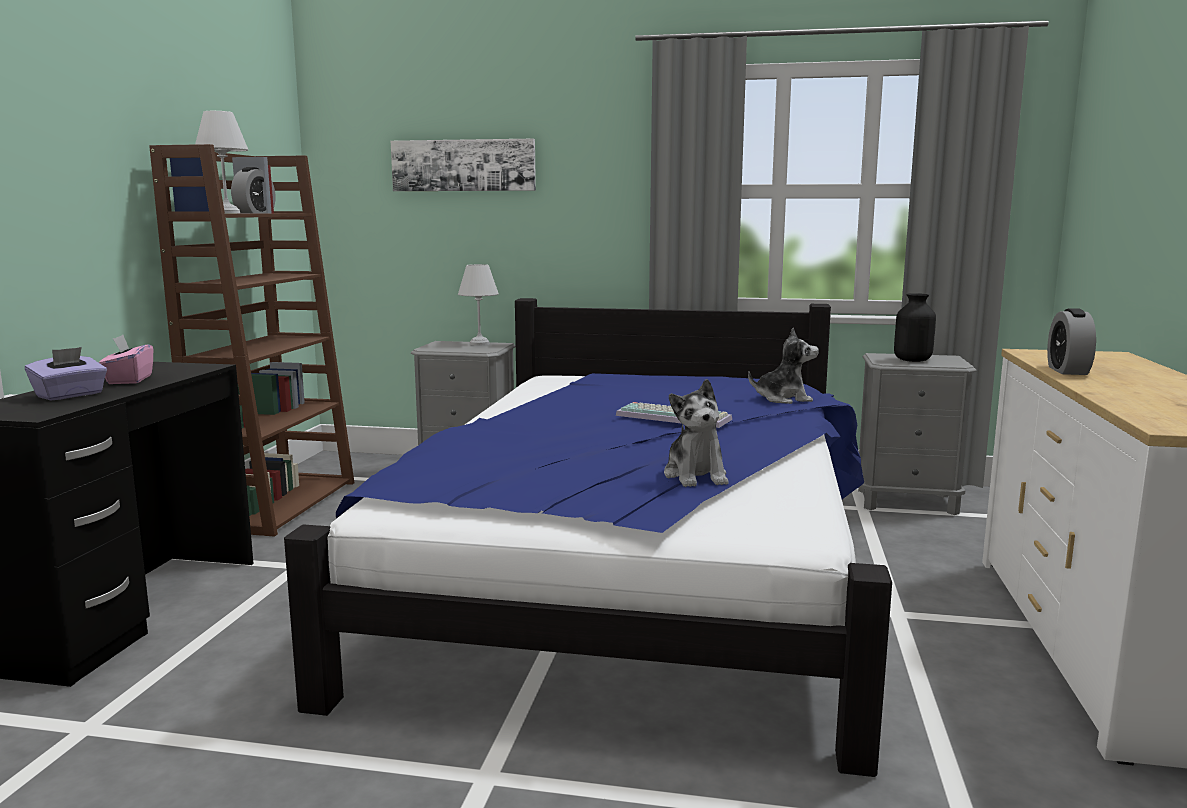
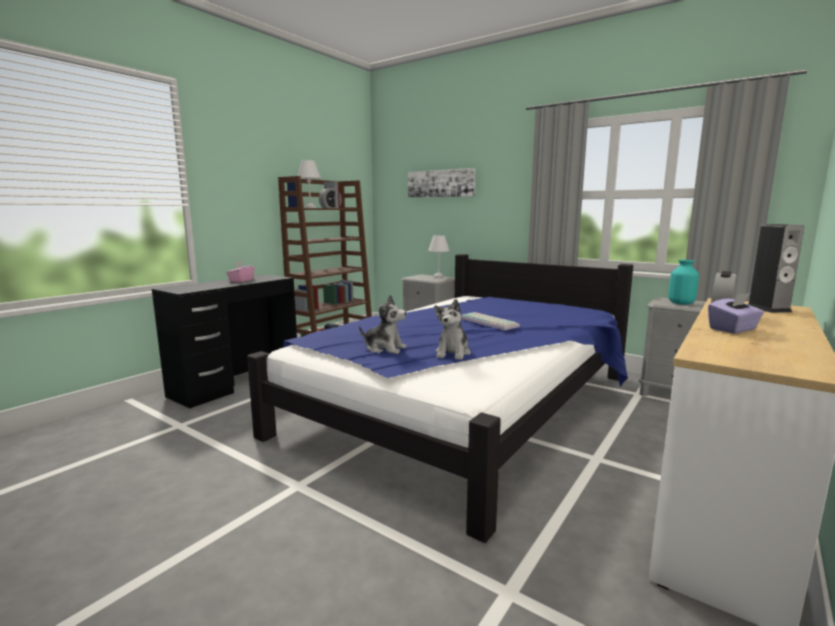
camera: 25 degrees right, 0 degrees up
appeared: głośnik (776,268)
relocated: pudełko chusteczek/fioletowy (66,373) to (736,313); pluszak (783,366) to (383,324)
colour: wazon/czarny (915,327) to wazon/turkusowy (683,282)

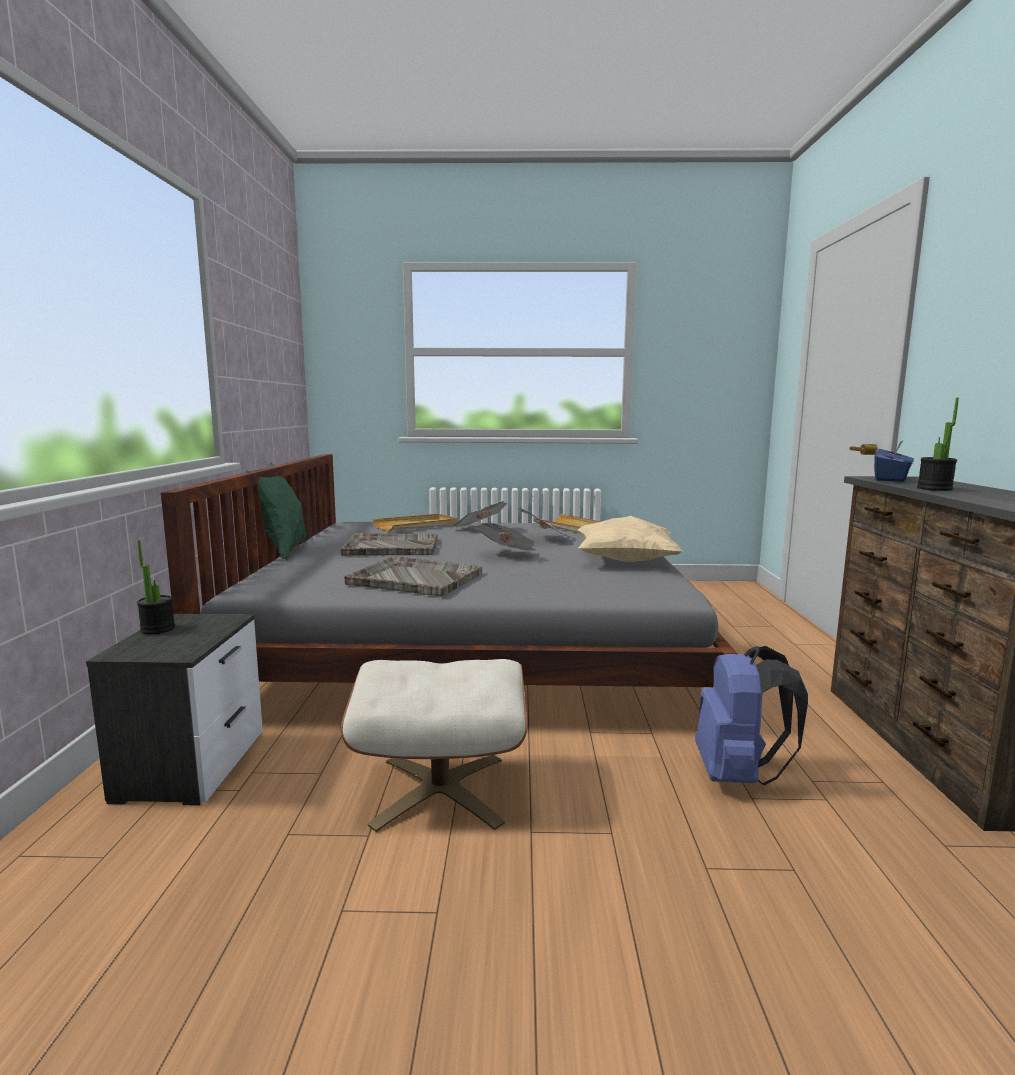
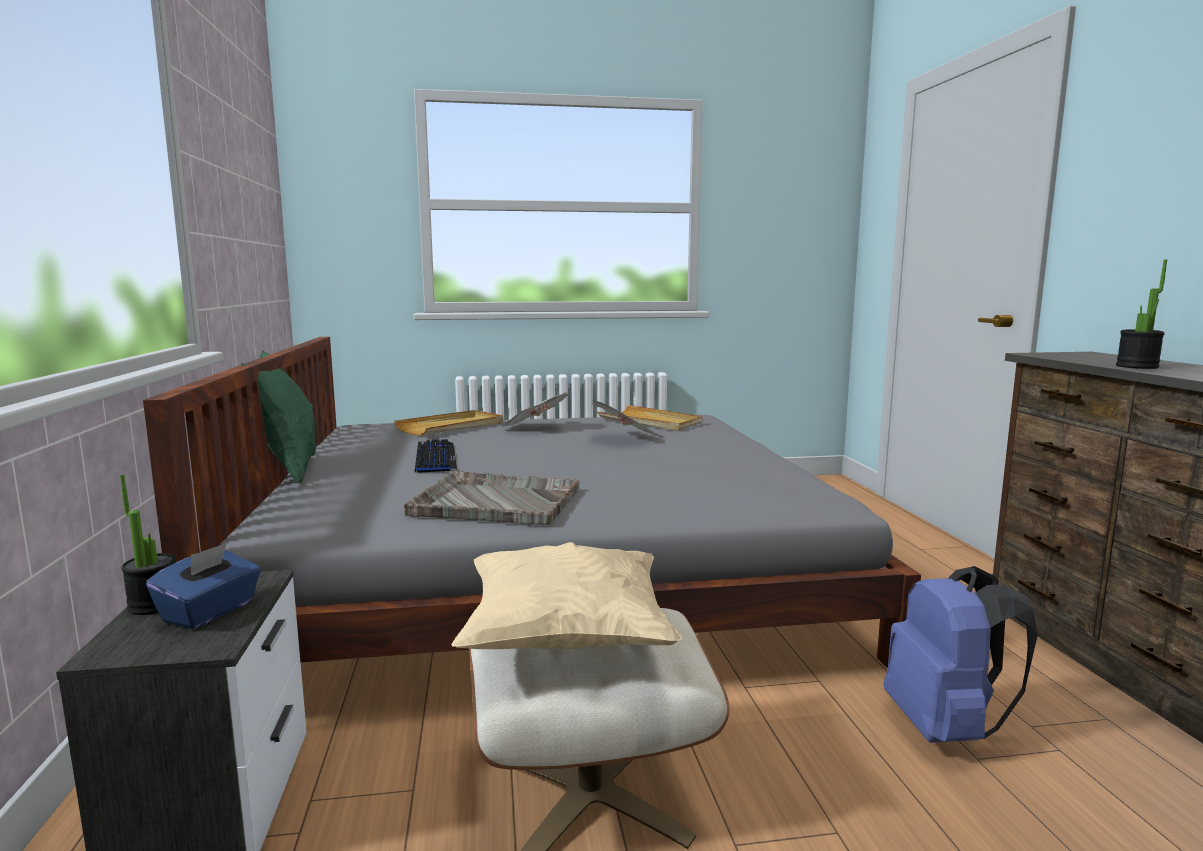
camera: 10 degrees left, 0 degrees up
missing: gazeta (505,537)
relocated: poduszka/beżowy (630,539) to (566,595); pudełko chusteczek/niebieski (894,461) to (203,586)
exchanged: taca/szary (389,544) to klawiatura (436,456)

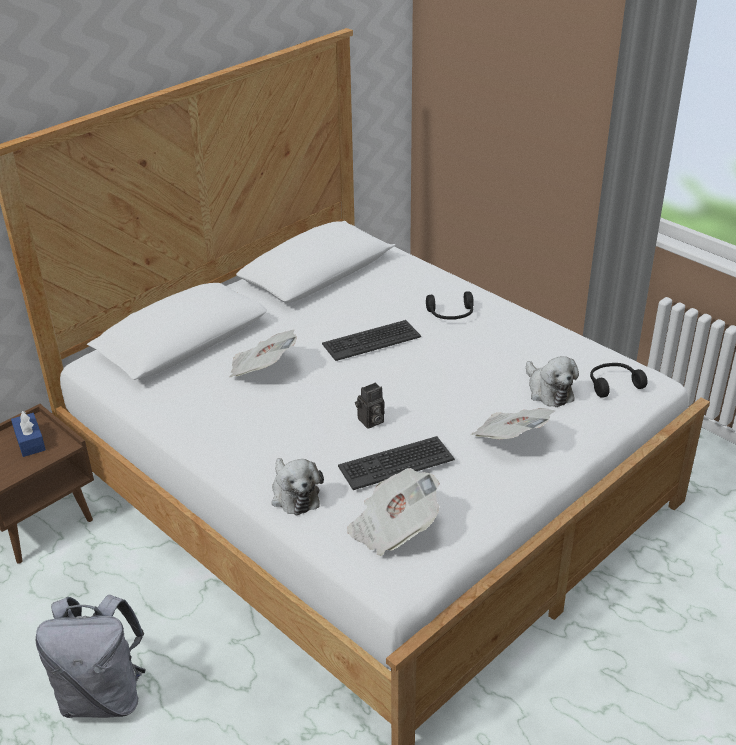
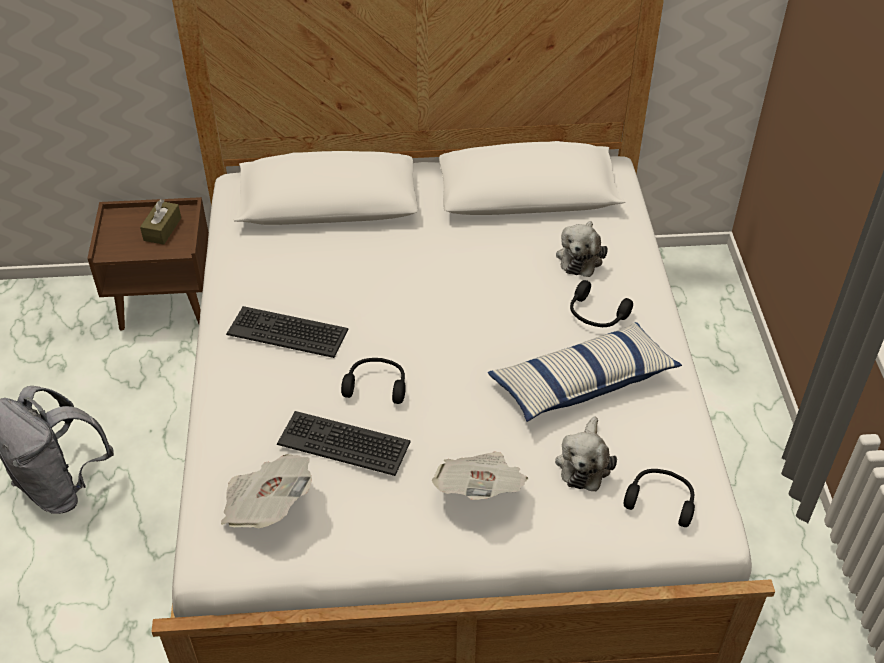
camera: 40 degrees right, 10 degrees up
missing: gazeta (263,354)
appeared: poduszka (585,372)
relocated: pluszak (298,486) to (582,249); klawiatura (371,340) to (287,332)
exchanged: aparat fotograficzny (369,405) to słuchawki/czarny (373,381)
colour: pudełko chusteczek/niebieski (28,434) to pudełko chusteczek/brązowy (160,222)

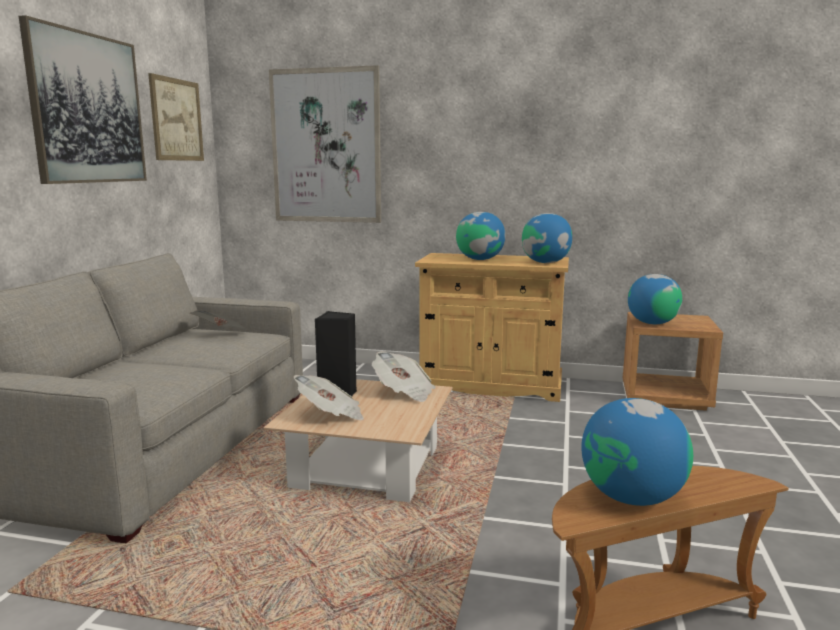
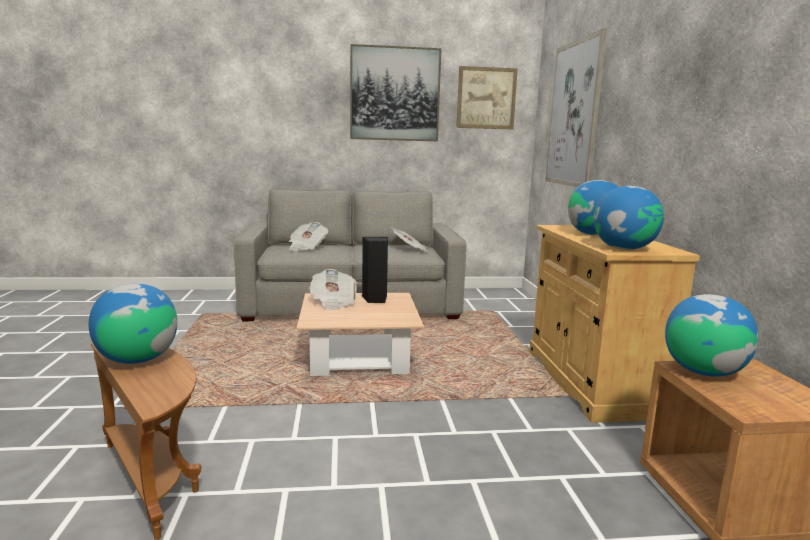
camera: 70 degrees right, 0 degrees up
relocated: gazeta (403,376) to (308,236)

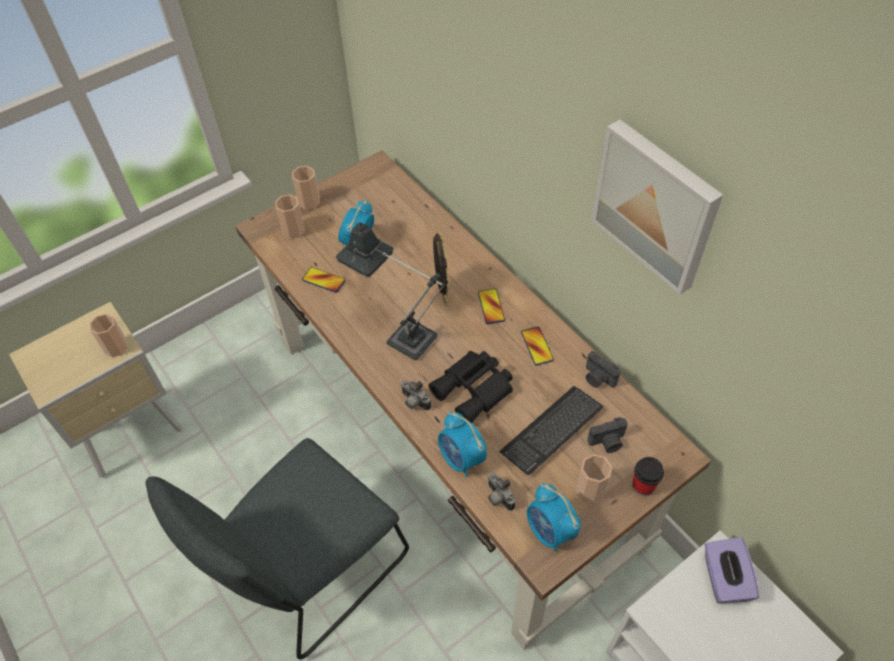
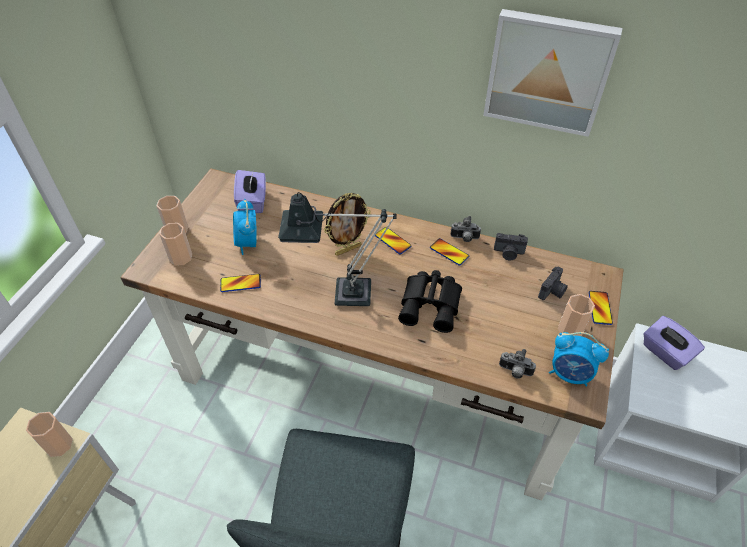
camera: 35 degrees left, 5 degrees down
missing: budzik (462,444); klawiatura (551,430)
appeared: pudełko chusteczek/fioletowy (250,191)
relocated: aparat fotograficzny (416,395) to (465,229)
exchanged: filiżanka (648,476) to telefon (601,308)
spun: ramka na zdjęcie (441,269) = (347,224) 105 degrees clockwise

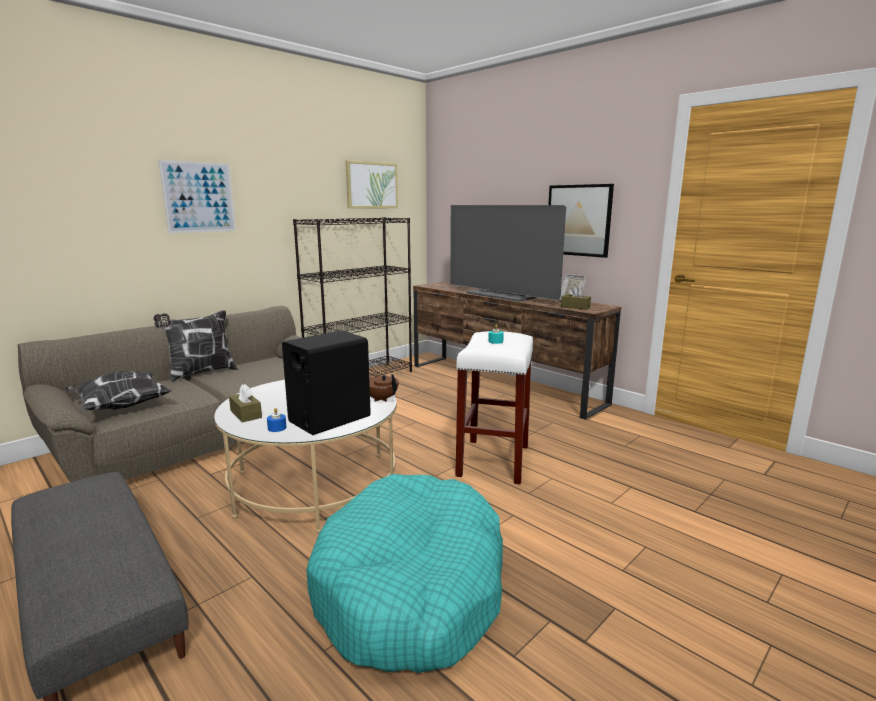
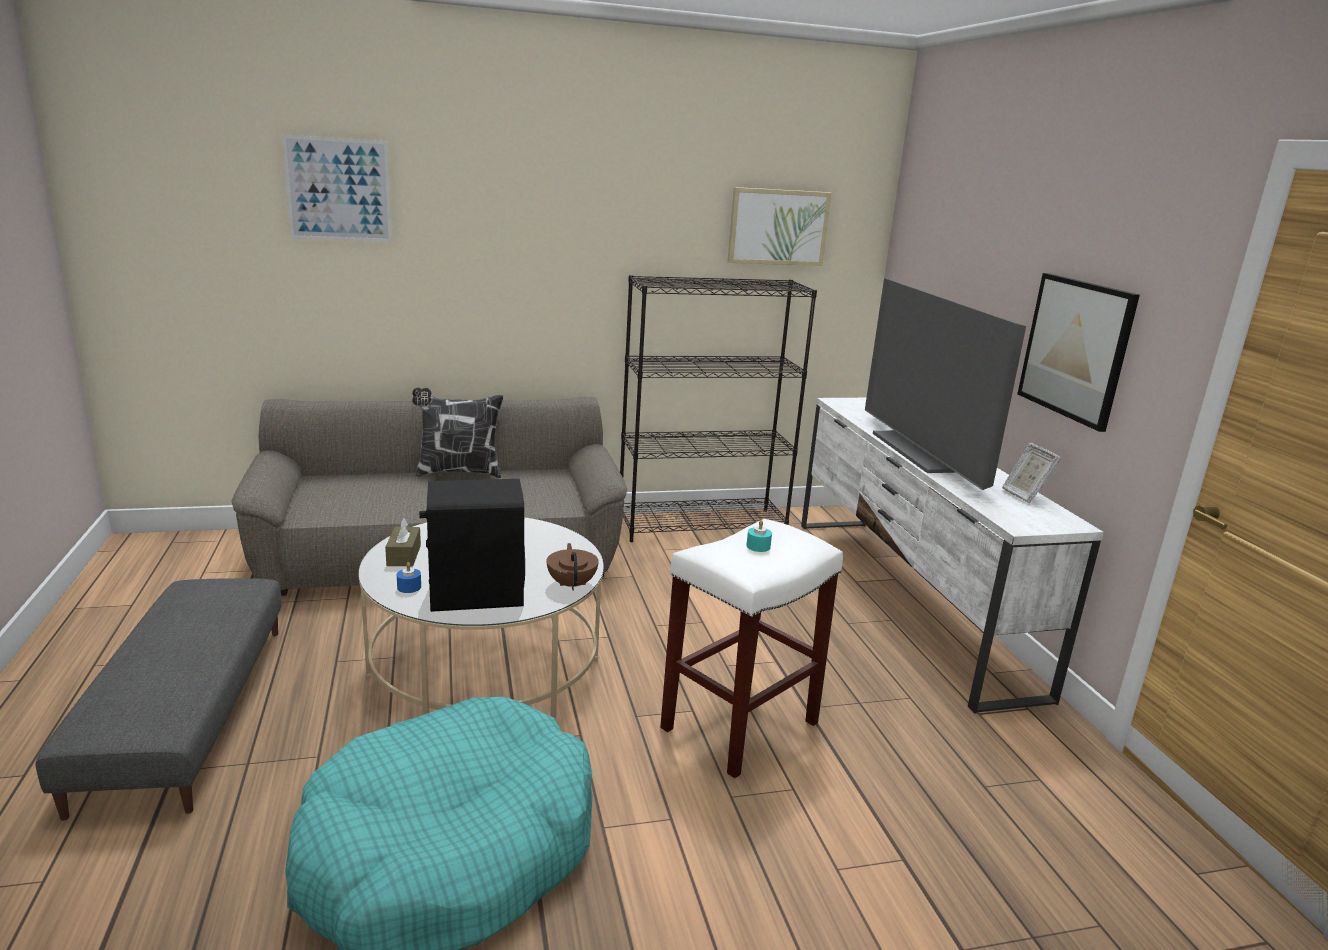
camera: 30 degrees right, 5 degrees up
missing: poduszka (118,390); pudełko chusteczek/brązowy (576,298)
relocated: obraz (197,196) to (337,188)
colour: szafka pod telewizor/brązowy (517,351) to szafka pod telewizor/biały (952,556)

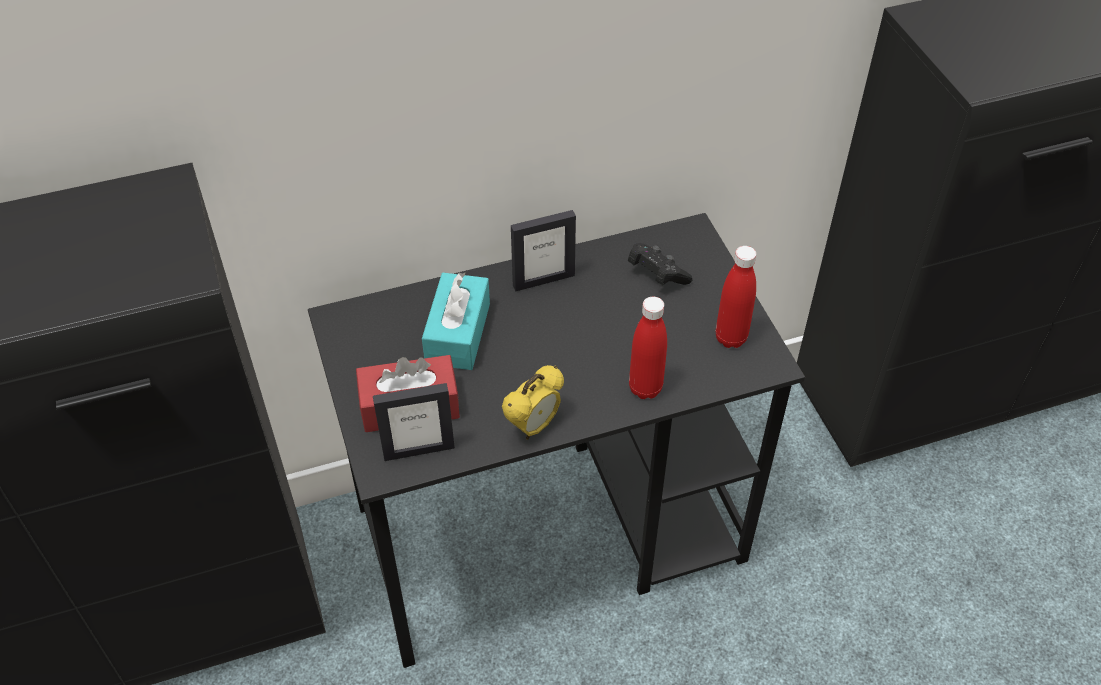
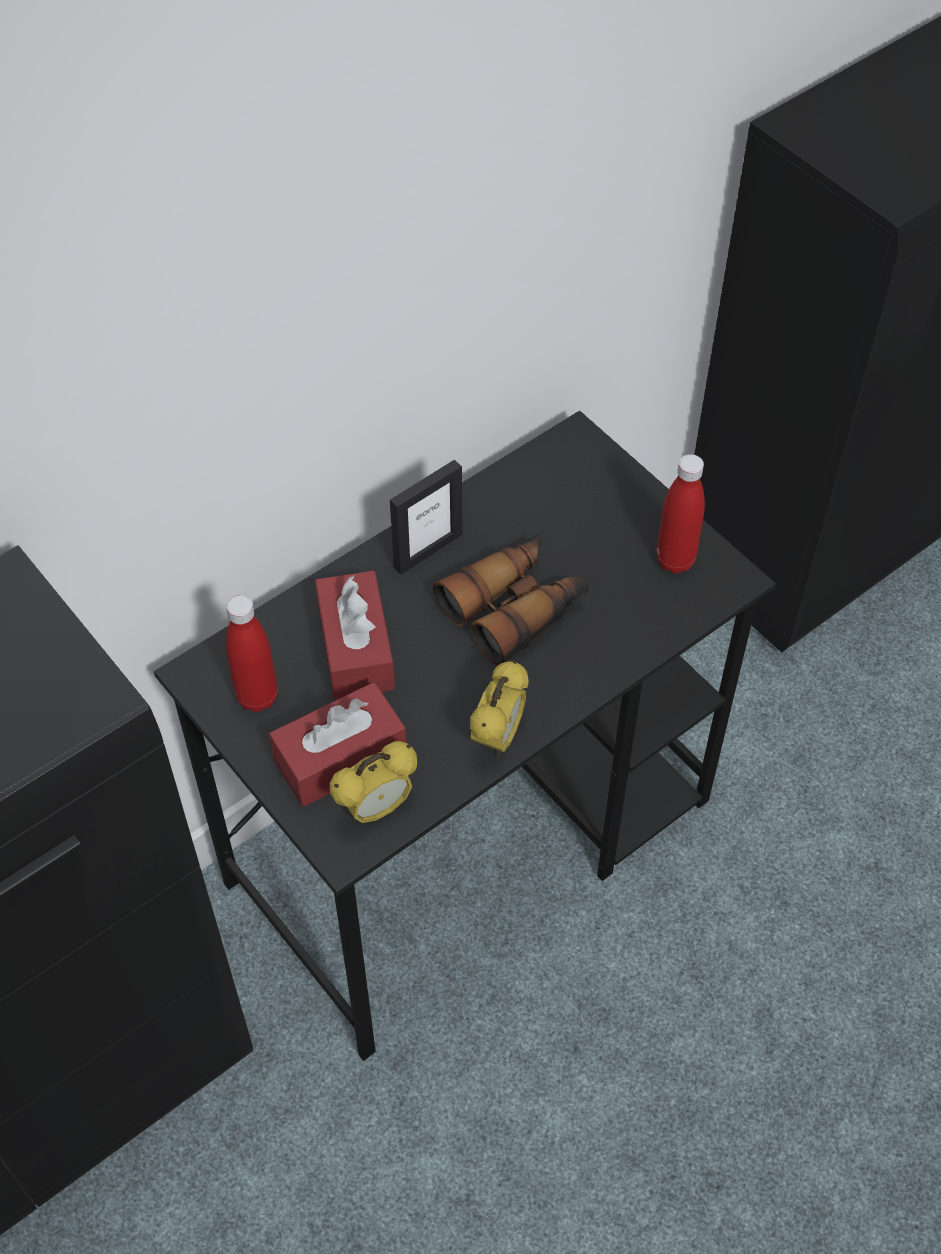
camera: 20 degrees left, 5 degrees up
missing: pad do gier/czarny (660,264)
appeared: lornetka (511,600)
relocated: butelka/czerwony (648,347) to (252,653)
exchanged: ramka na zdjęcie (414,422) to budzik (373,782)
colour: pudełko chusteczek/turkusowy (456,321) to pudełko chusteczek/czerwony (355,635)

